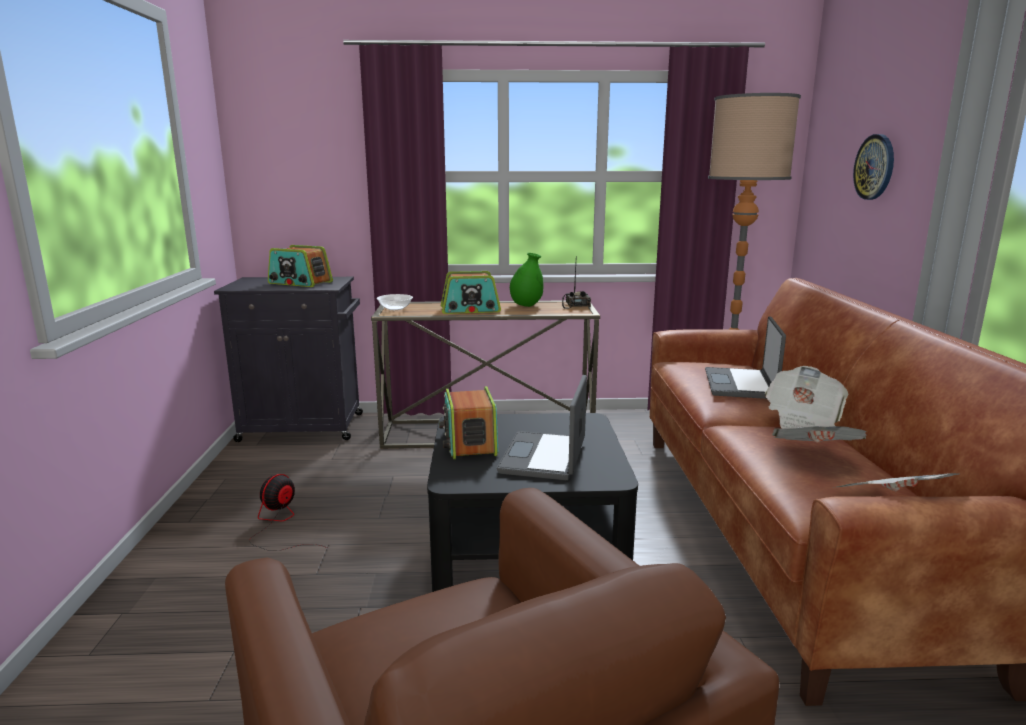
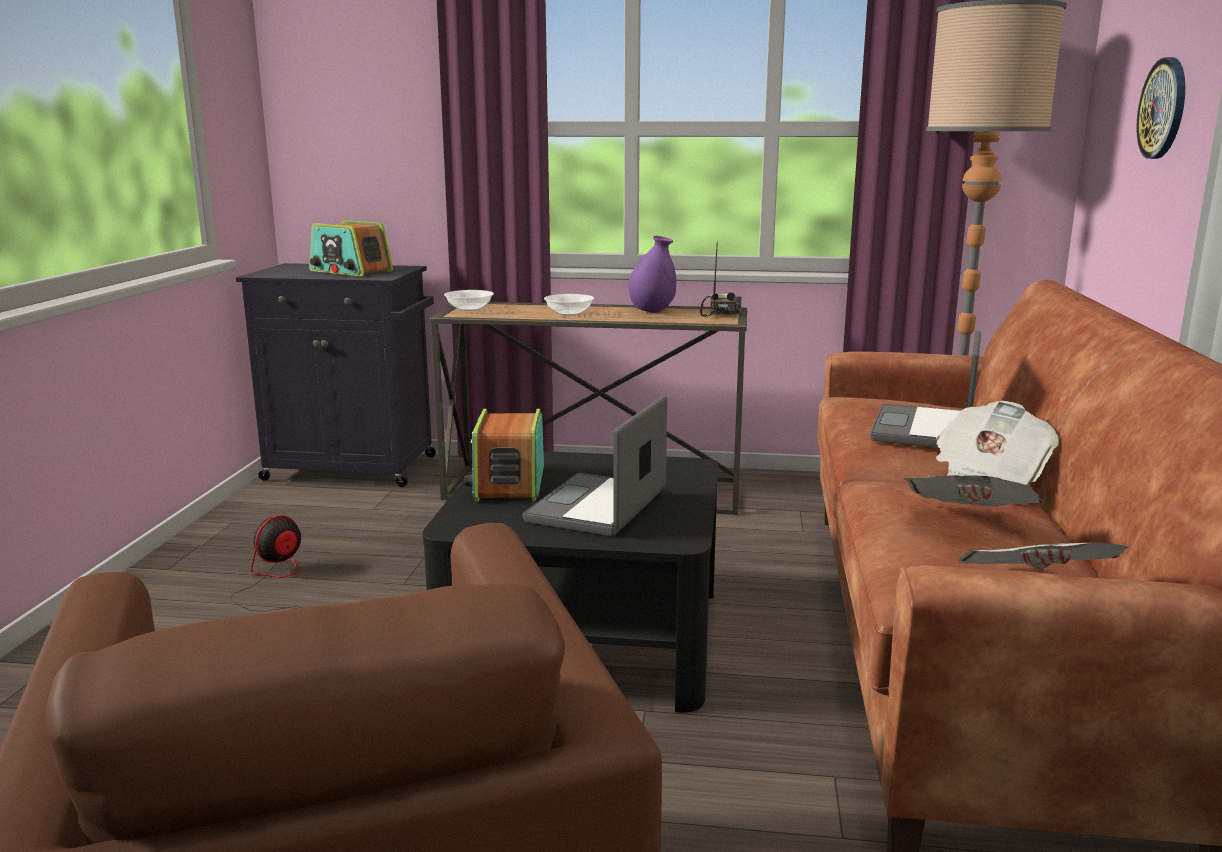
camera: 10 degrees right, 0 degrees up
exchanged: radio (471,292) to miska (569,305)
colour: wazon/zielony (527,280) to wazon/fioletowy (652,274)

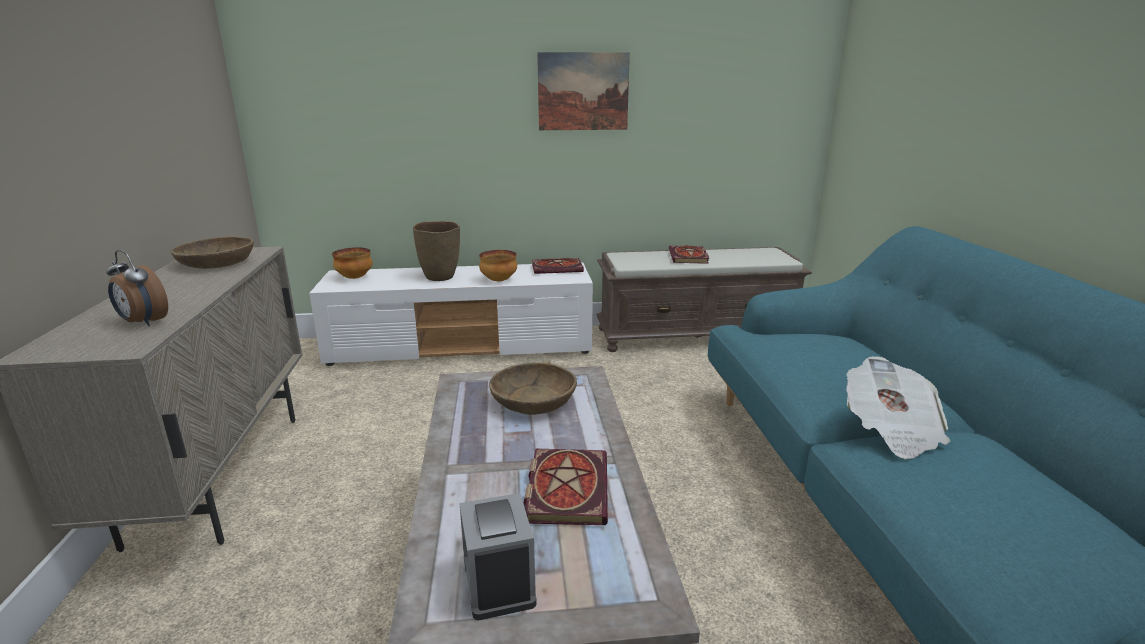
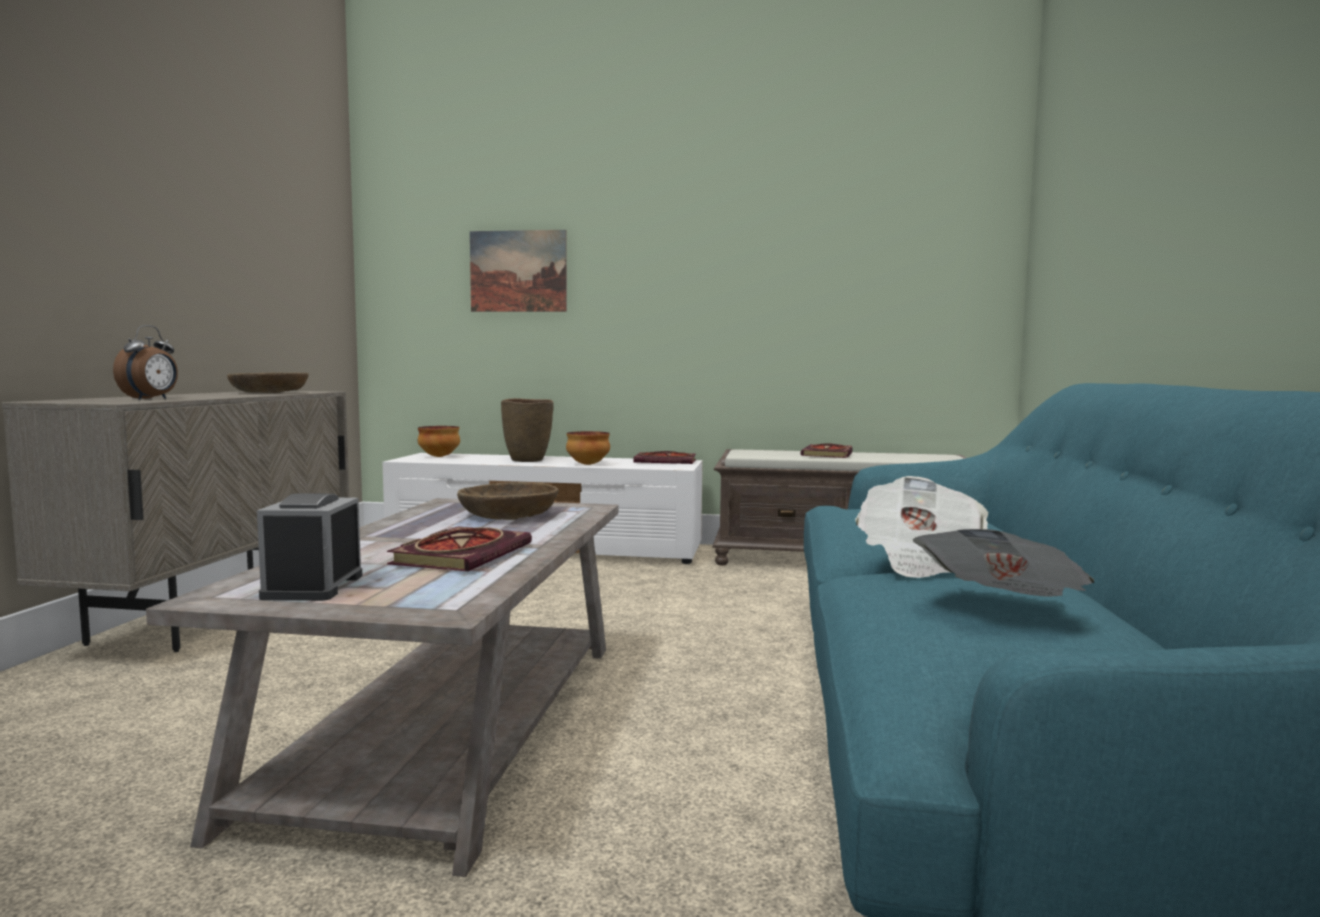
camera: 15 degrees right, 15 degrees down
appeared: gazeta (1003,563)
relocated: obraz (583,91) to (518,271)
spun: budzik (137,288) = (145,362) 120 degrees counterclockwise

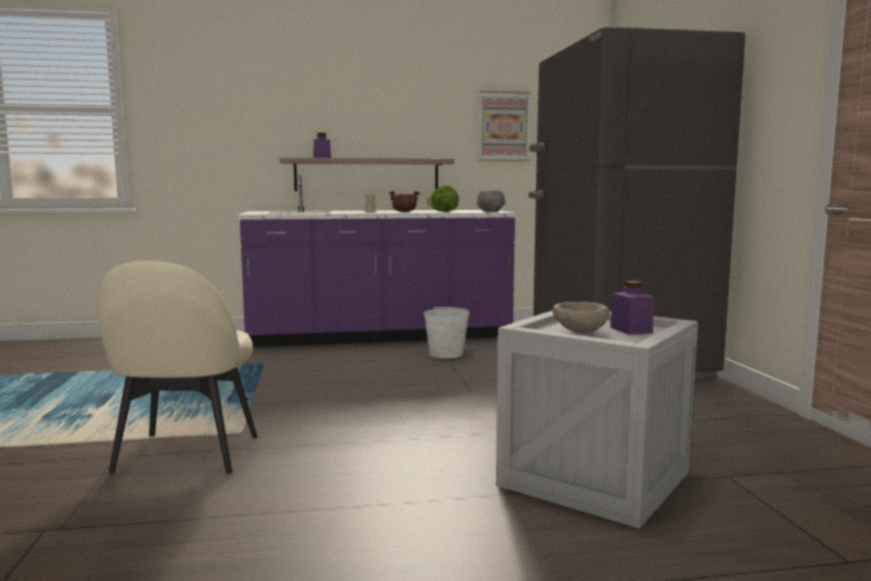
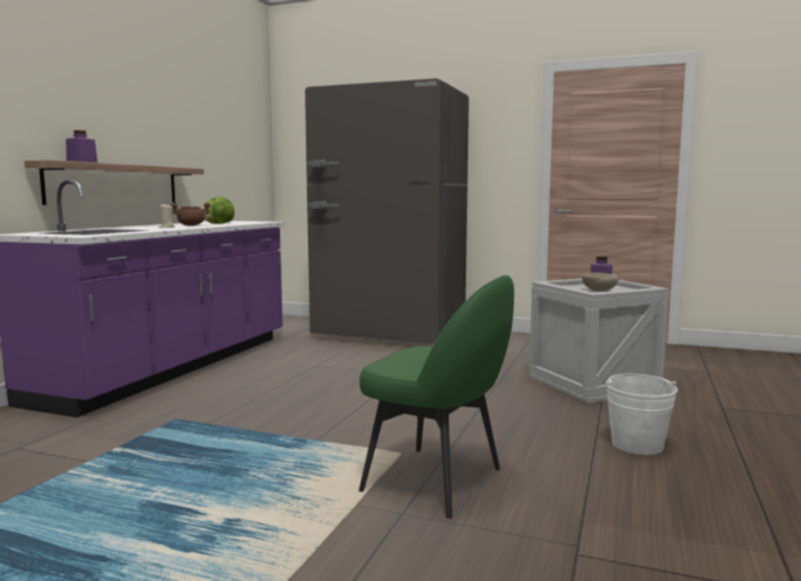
camera: 60 degrees left, 0 degrees up
missing: miska/szary (491,201); obraz (505,126)
relocated: wiadro/biały (446,332) to (642,414)
colour: krzesło/beżowy (177,367) to krzesło/zielony (436,396)

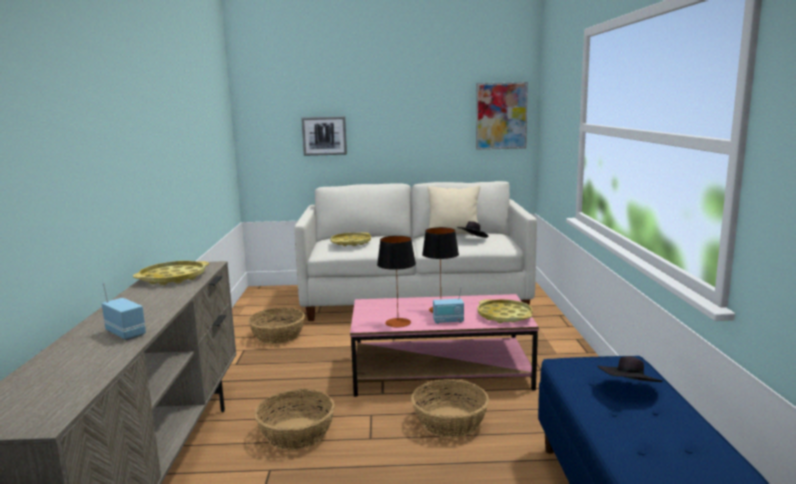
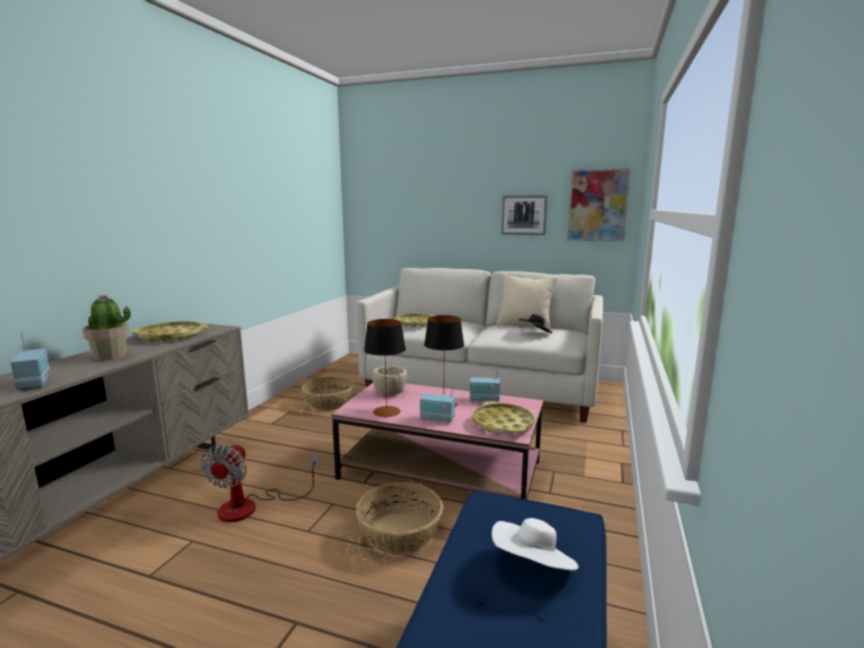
camera: 20 degrees right, 0 degrees up
appeared: roślina doniczkowa (106,327); miska/beżowy (389,380); radio (485,384)
relocated: obraz (324,136) to (524,215)
exchanged: koszyk (295,419) to wentylator (260,482)
colour: kapelusz/czarny (630,369) to kapelusz/biały (535,544)

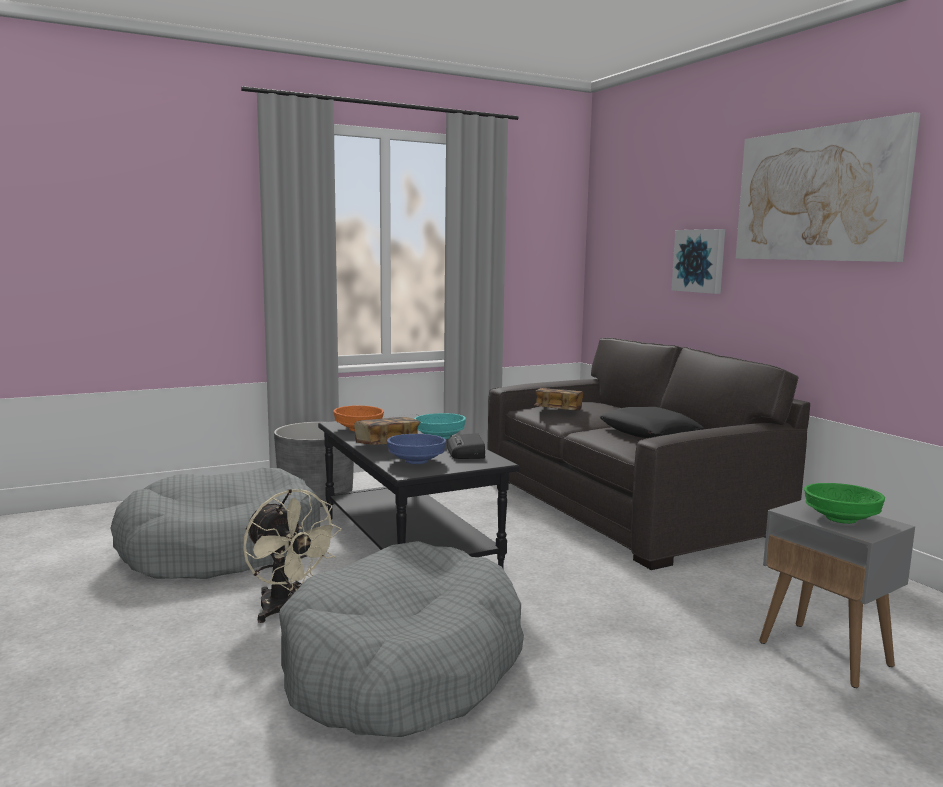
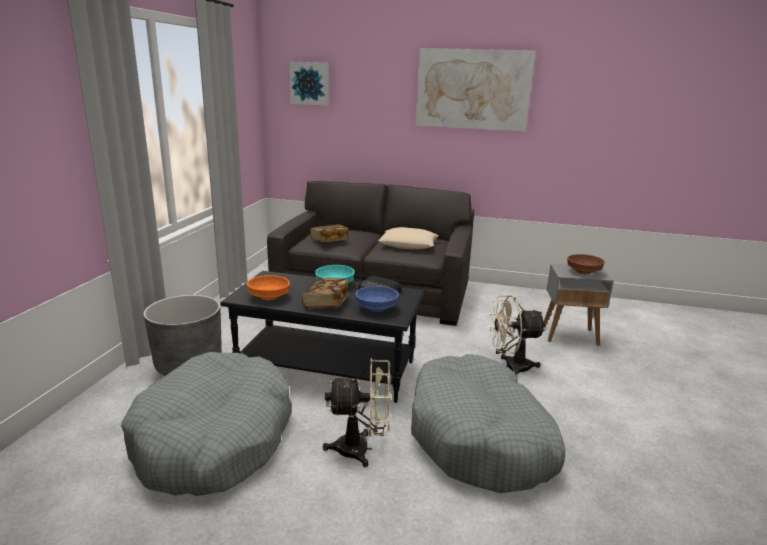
camera: 50 degrees left, 10 degrees up
appeared: wentylator/beżowy (518,335)
relocated: obraz (698,261) to (309,84)
colour: poduszka/czarny (651,422) to poduszka/beżowy (408,238); miska/zielony (844,503) to miska/brązowy (586,264)

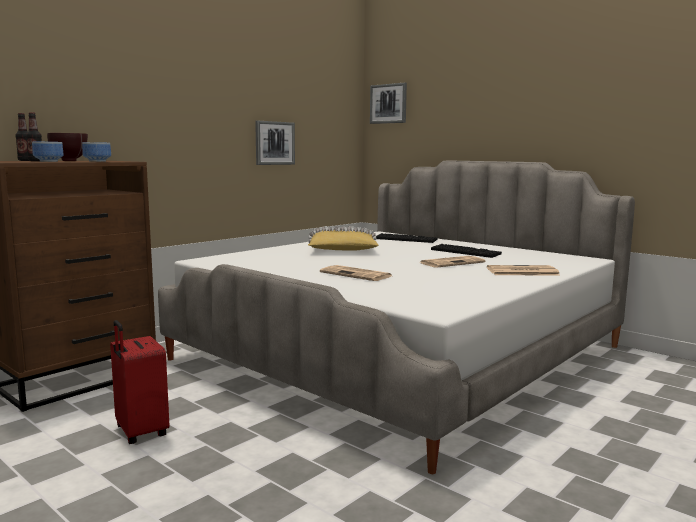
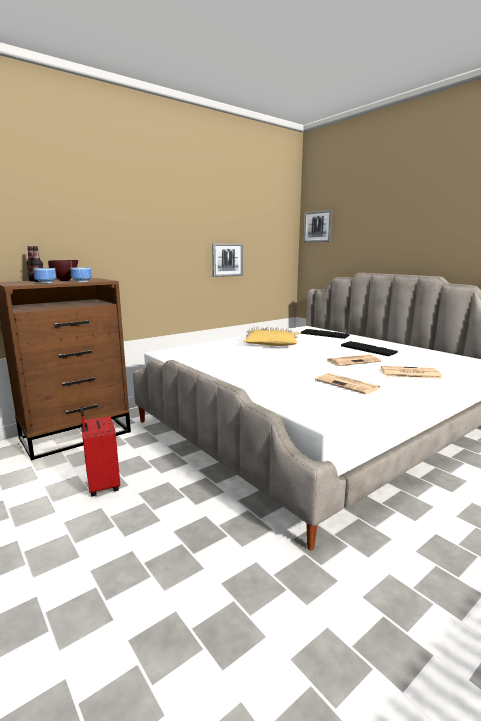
camera: 10 degrees right, 5 degrees up
relocated: gazeta (356,273) to (347,383)

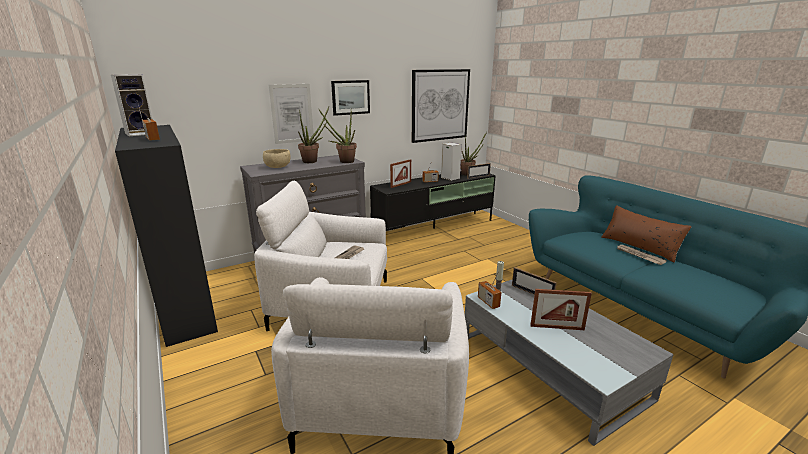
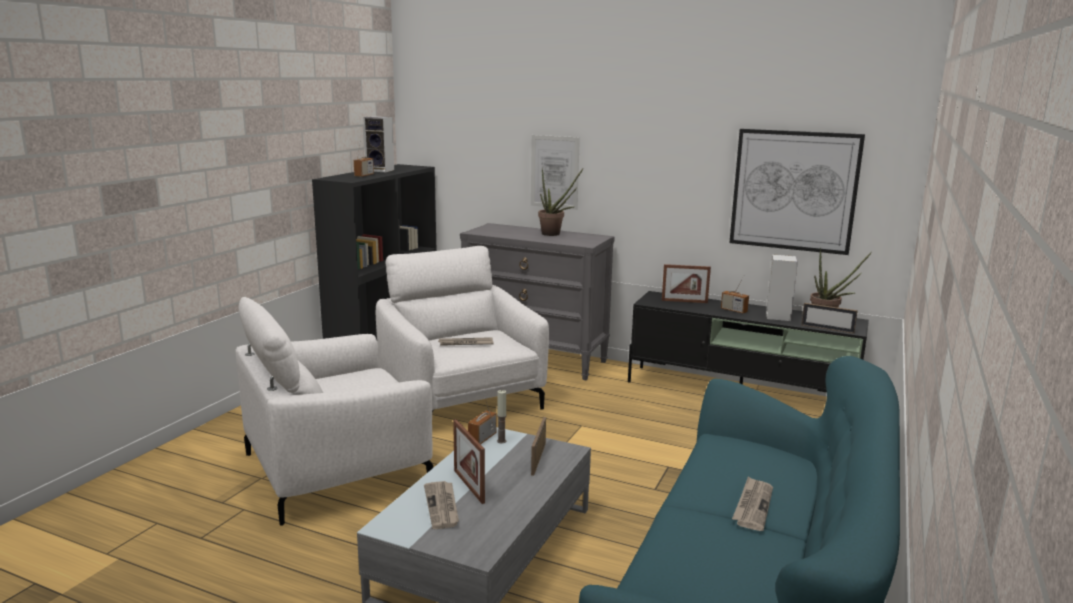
camera: 55 degrees right, 5 degrees down
missing: miska/beżowy (277,158); roślina doniczkowa (337,135); obraz (350,98); poduszka/brązowy (646,234)
appeared: gazeta (441,505)

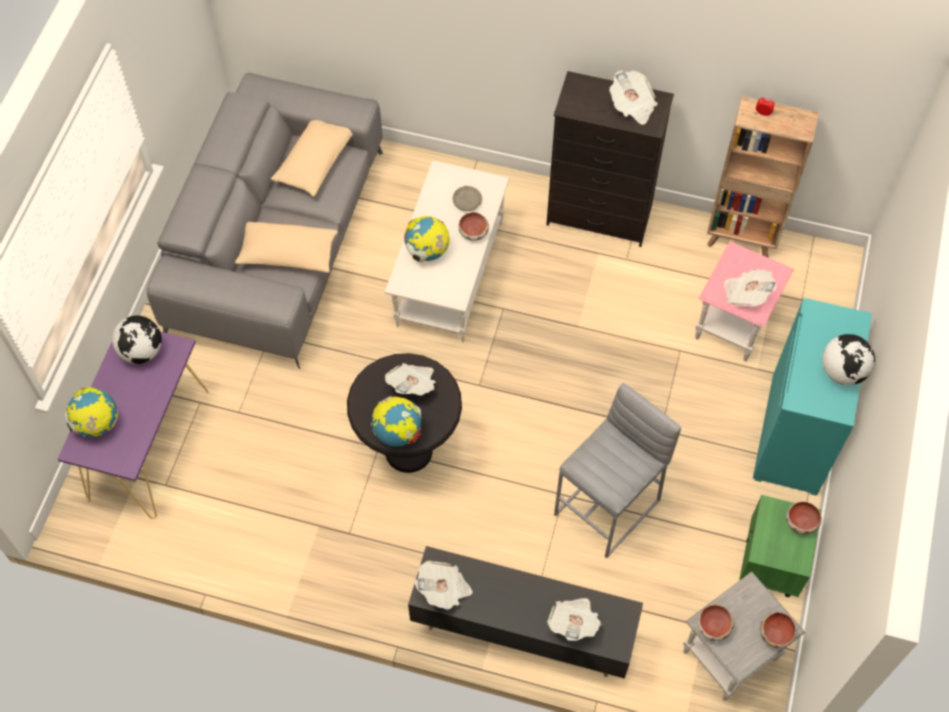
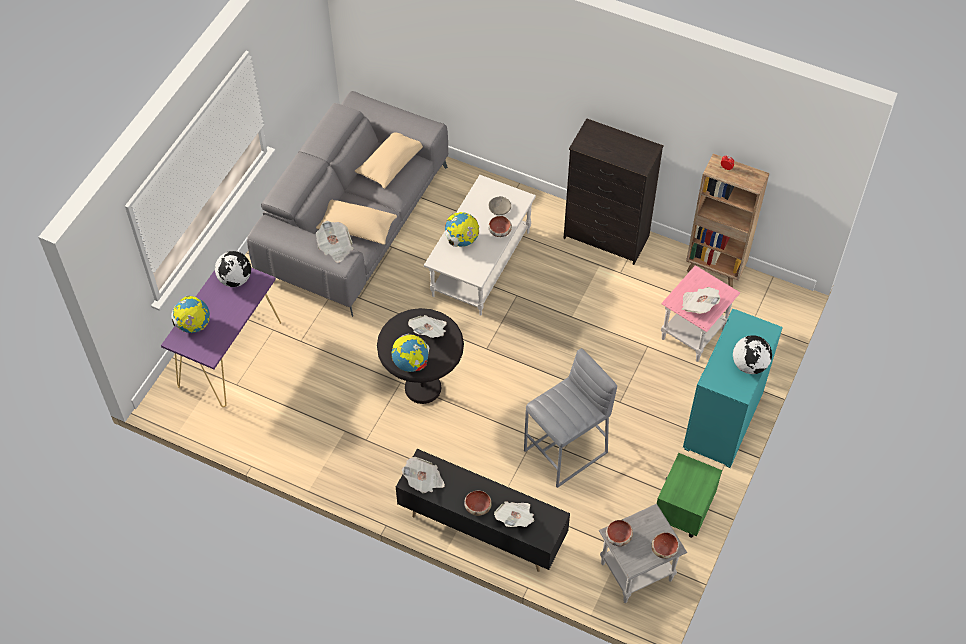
camera: 10 degrees right, 5 degrees down
relocated: gazeta (633,97) to (334,242); miska (804,518) to (478,503)

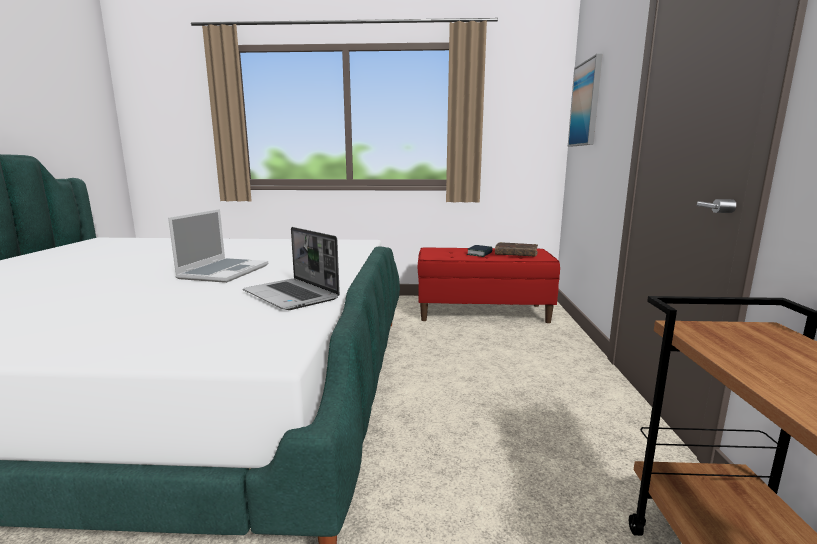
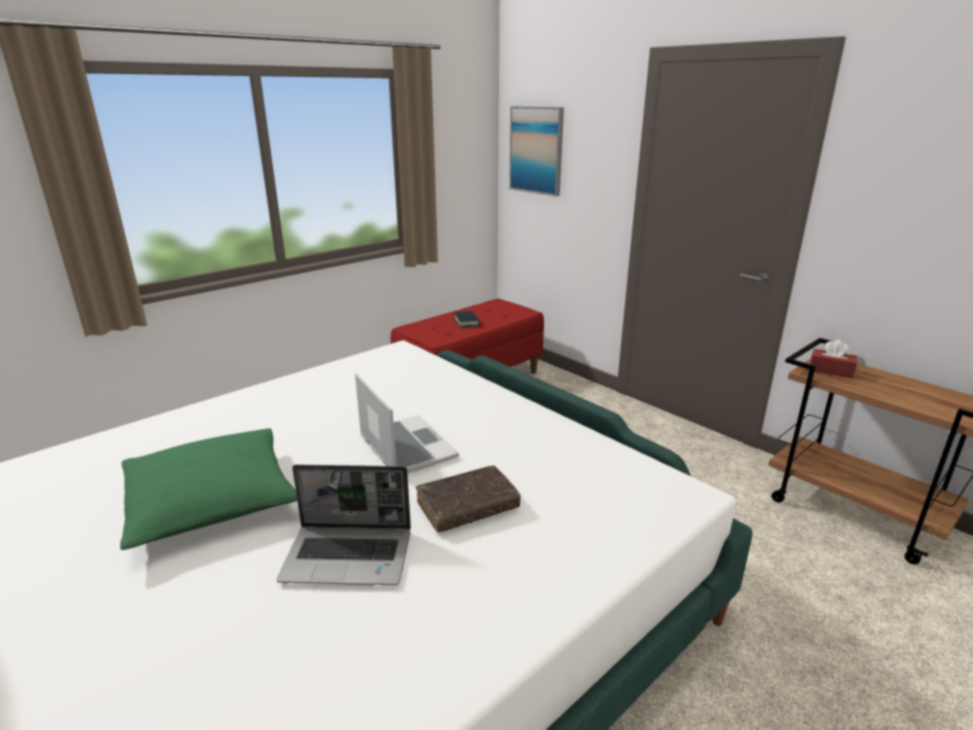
camera: 45 degrees left, 10 degrees up
appeared: poduszka/zielony (208,489); pudełko chusteczek/czerwony (833,359)
relocated: laptop (291,268) to (344,524); książka/brązowy (516,249) to (468,498)

